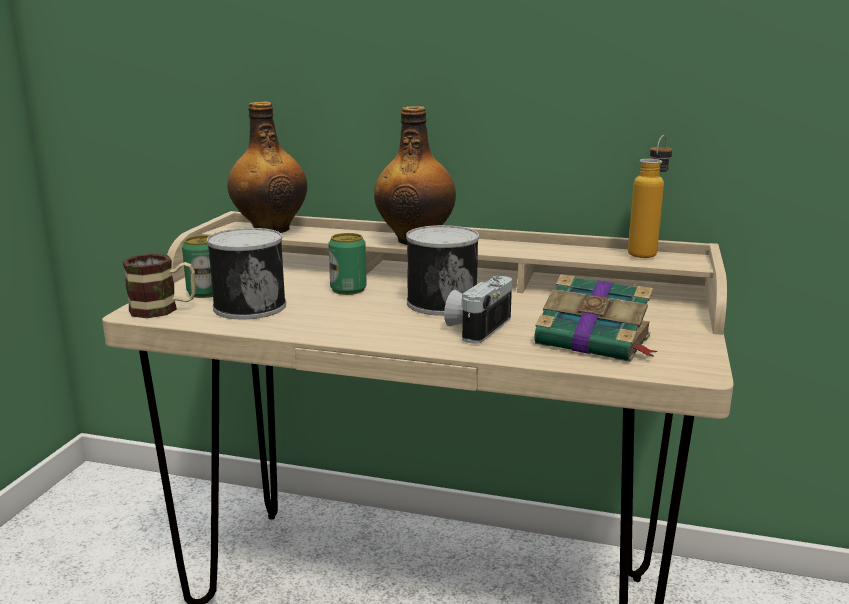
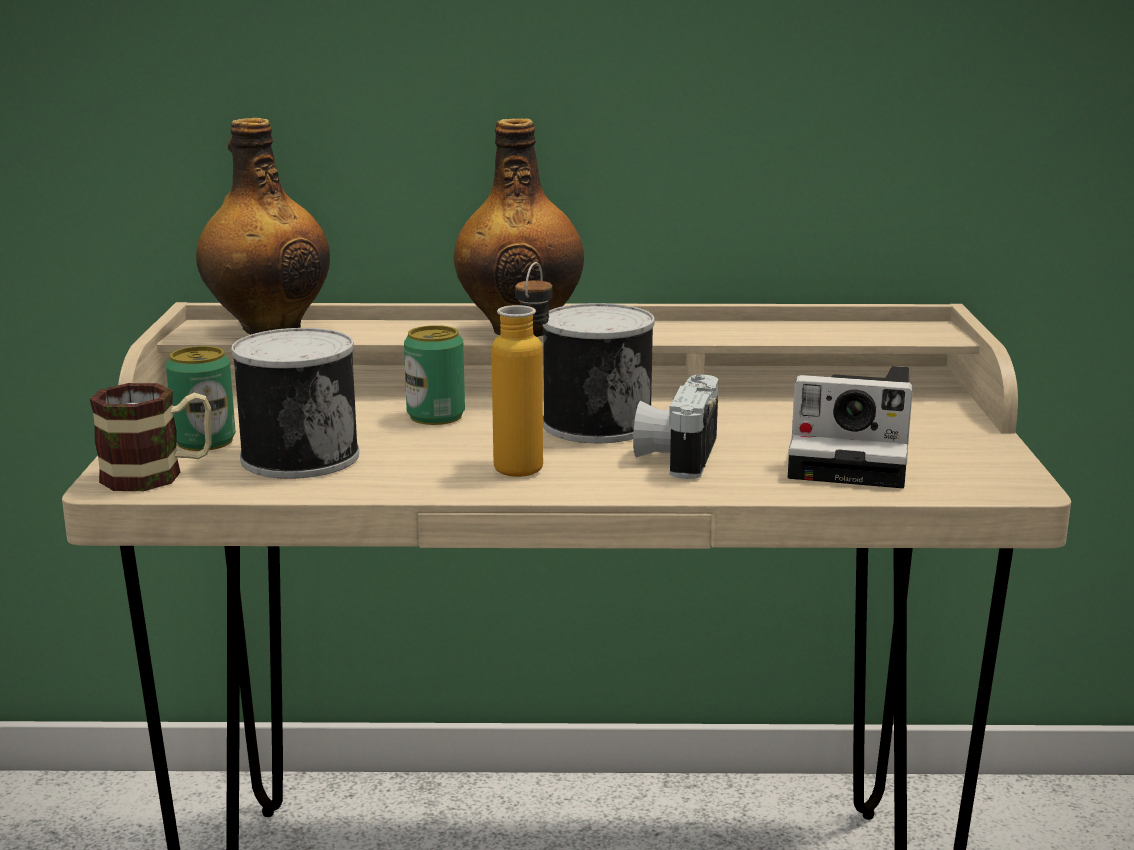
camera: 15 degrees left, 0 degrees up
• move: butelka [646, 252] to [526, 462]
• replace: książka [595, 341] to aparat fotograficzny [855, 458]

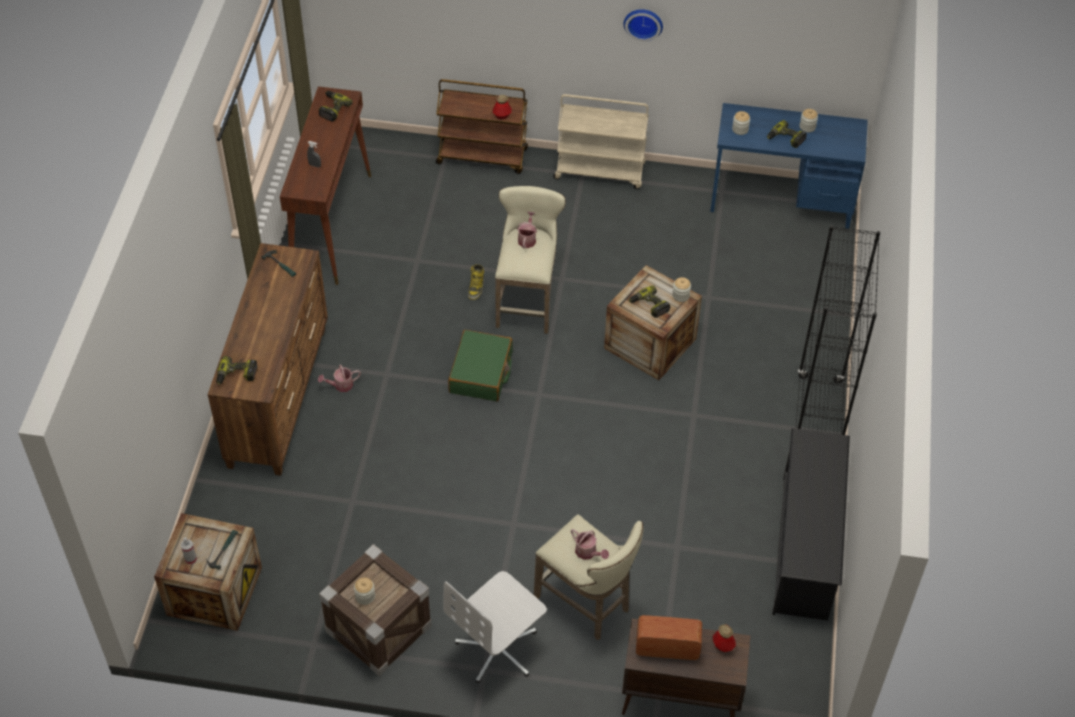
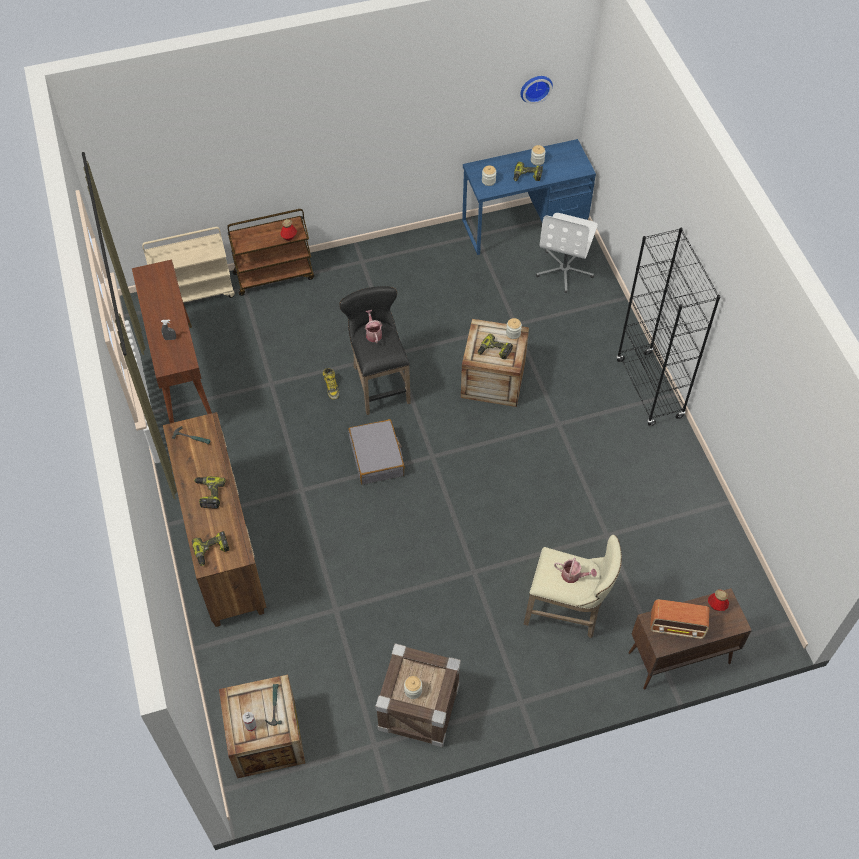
camera: 25 degrees left, 5 degrees up
• delete: konewka [340, 385]
• delete: regał na buty/czarny [805, 547]
• move: wiertarka [332, 109] to [209, 494]
• move: krzesło biurowe/biały [498, 649] to [565, 270]
• move: wózek/beżowy [600, 171] to [195, 293]
• move: zegar ścienny [643, 22] to [535, 87]
• recolor: walizka/zielony [481, 373] to walizka/szary [377, 457]
• recolor: stołek/beżowy [527, 300] to stołek/czarny [379, 382]
• rotate: radio [666, 648] = [677, 627] 150 degrees counterclockwise

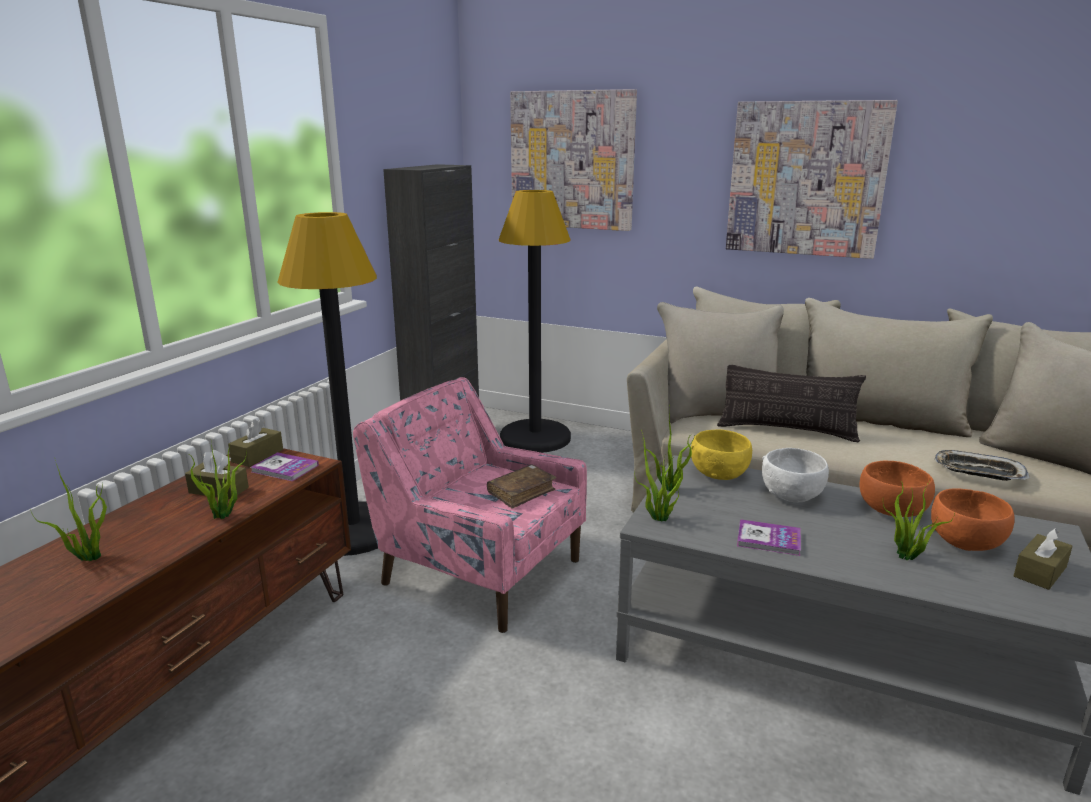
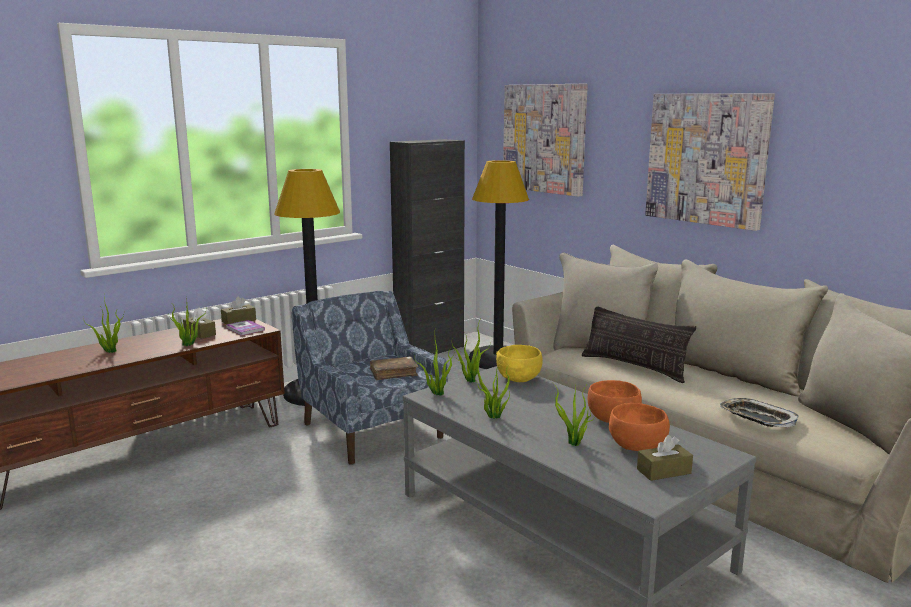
camera: 25 degrees right, 5 degrees down
• delete: miska/biały [791, 495]
• replace: książka [768, 539] to roślina doniczkowa [492, 417]
• recolor: fotel/różowy [479, 571] to fotel/niebieski [371, 430]

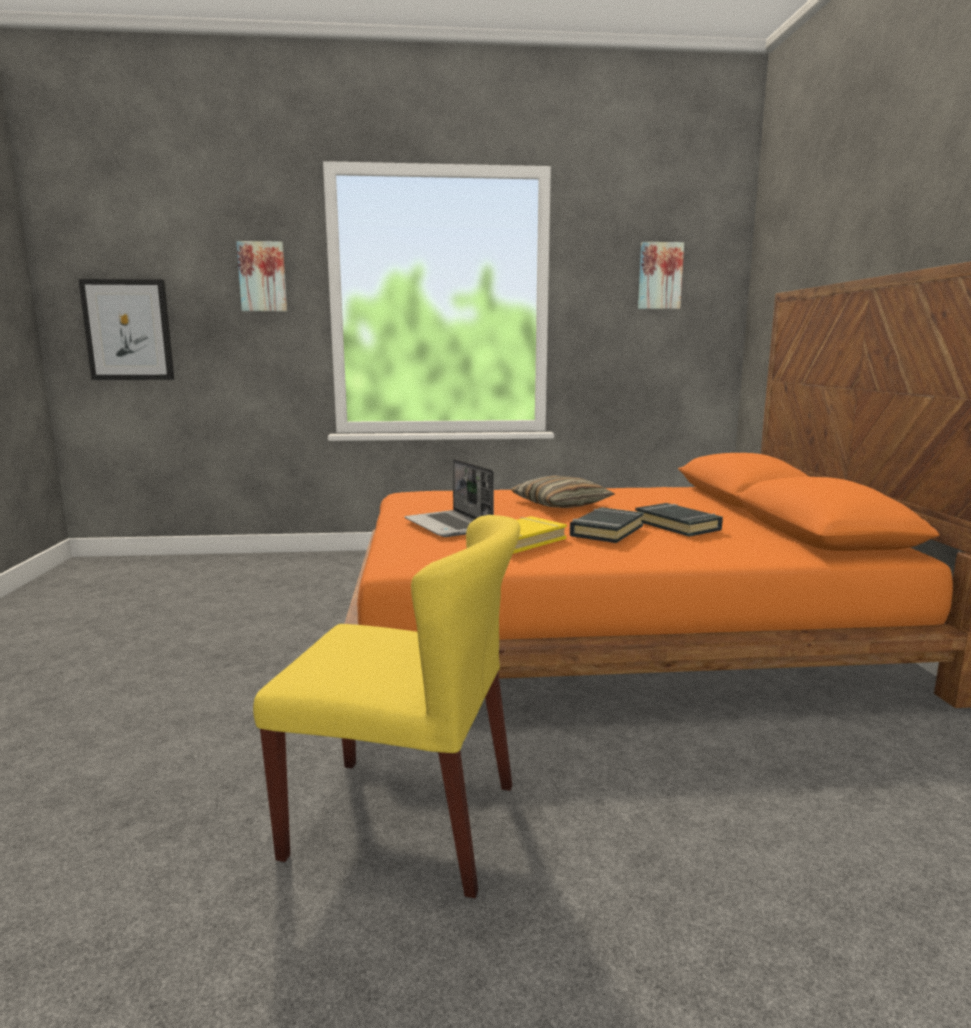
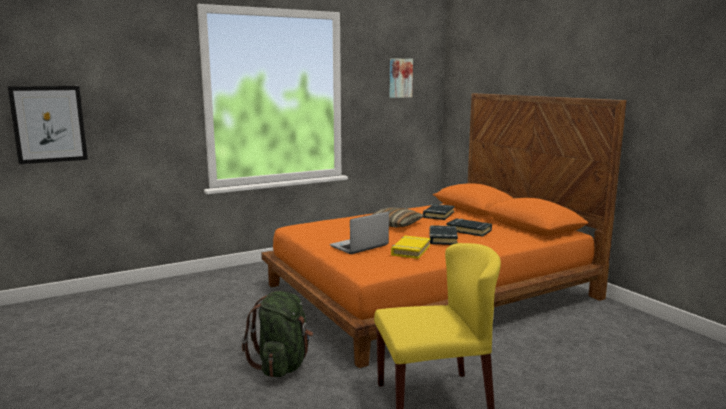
camera: 25 degrees left, 0 degrees up
• delete: obraz [263, 277]
• insert: plecak/zielony [282, 365]
• insert: książka/czarny [438, 215]
• rotate: laptop [449, 526] = [359, 246] 105 degrees clockwise

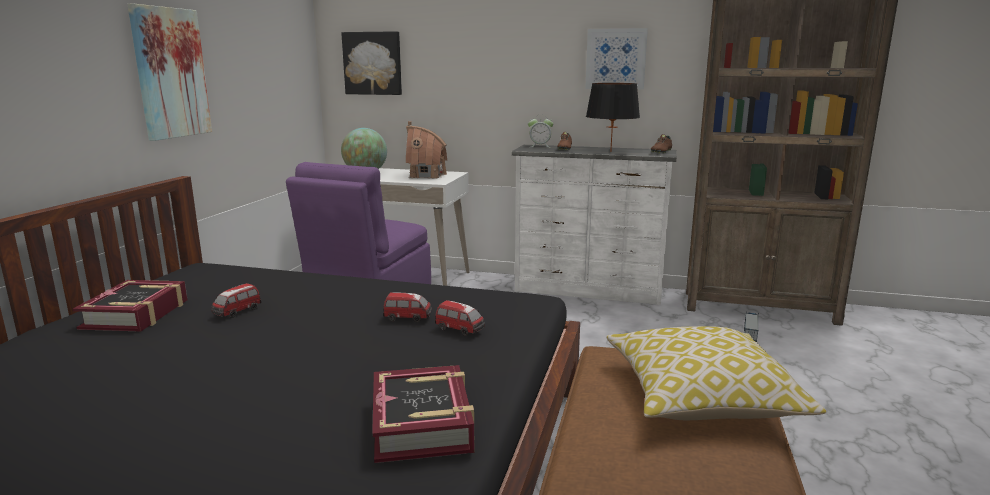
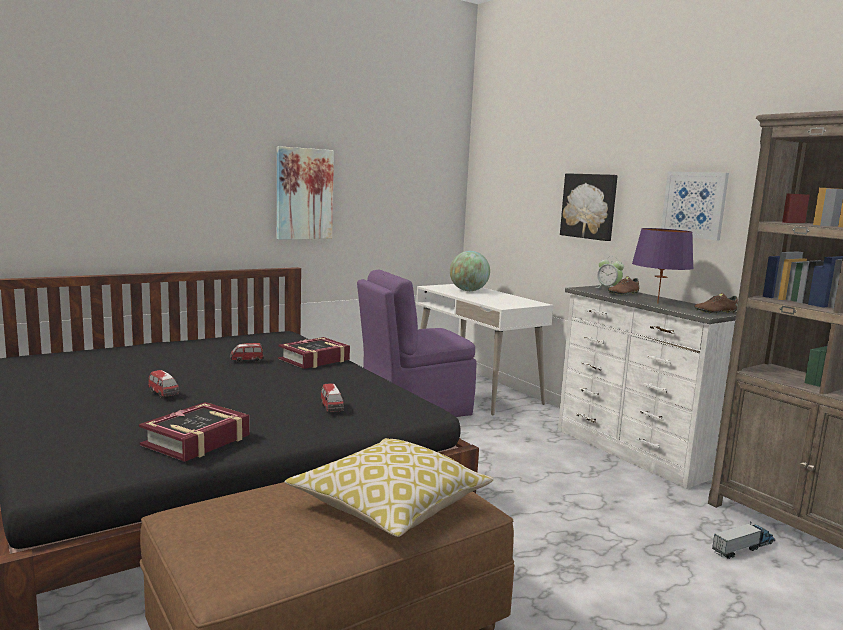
camera: 40 degrees right, 5 degrees down
• delete: domek [427, 176]
• move: książka [136, 314] to [314, 359]
• move: obraz [373, 63] to [589, 206]
• move: samochodzik [408, 318] to [164, 394]
• recolor: lampa stołowa/czarny [611, 152] to lampa stołowa/fioletowy [657, 303]

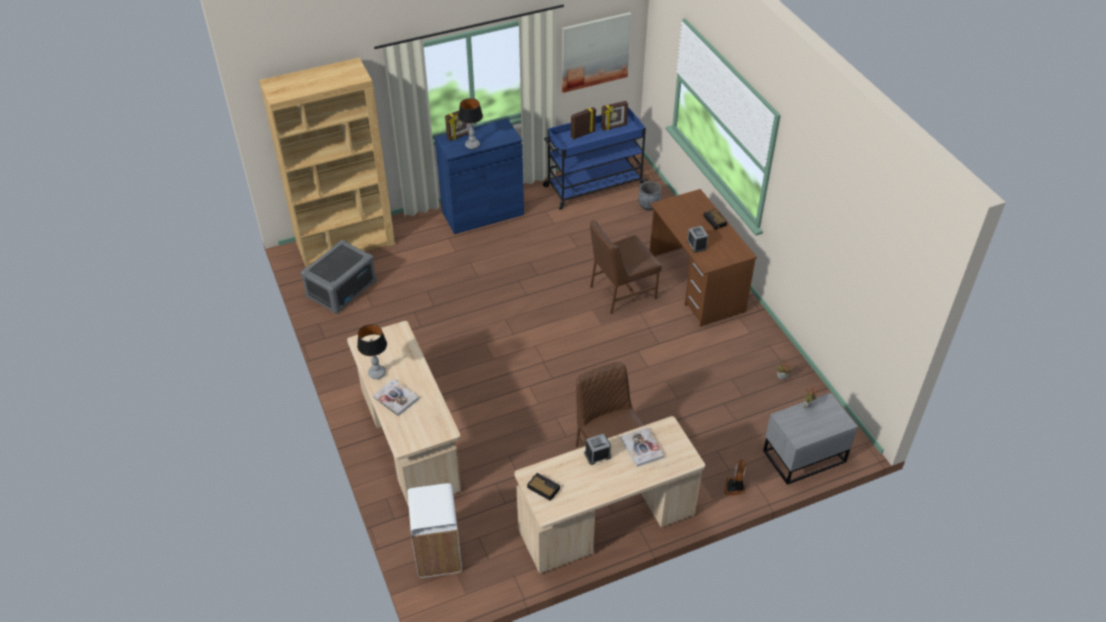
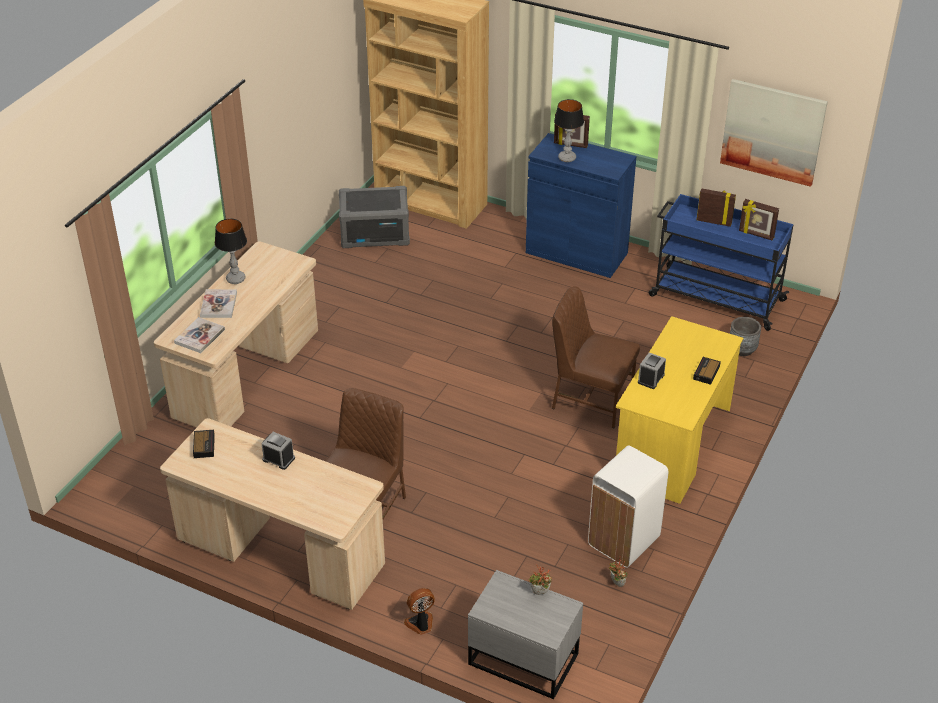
camera: 50 degrees right, 5 degrees down
• move: kosz na śmieci/biały [437, 555] to [623, 541]
• move: książka [642, 448] to [199, 336]
• recolor: biurko/brązowy [696, 284] to biurko/żółty [672, 445]

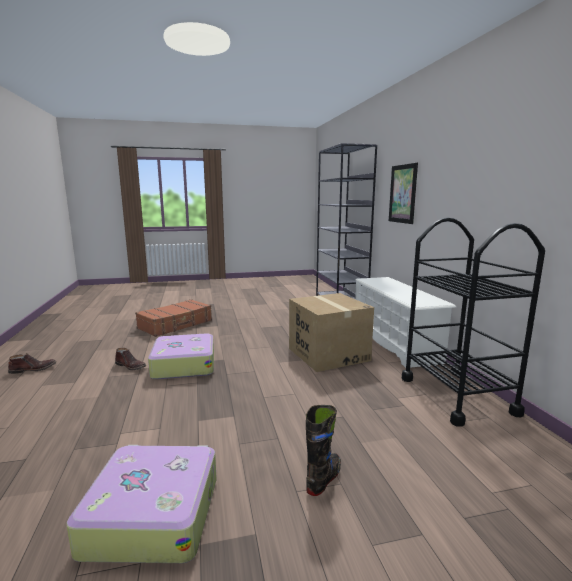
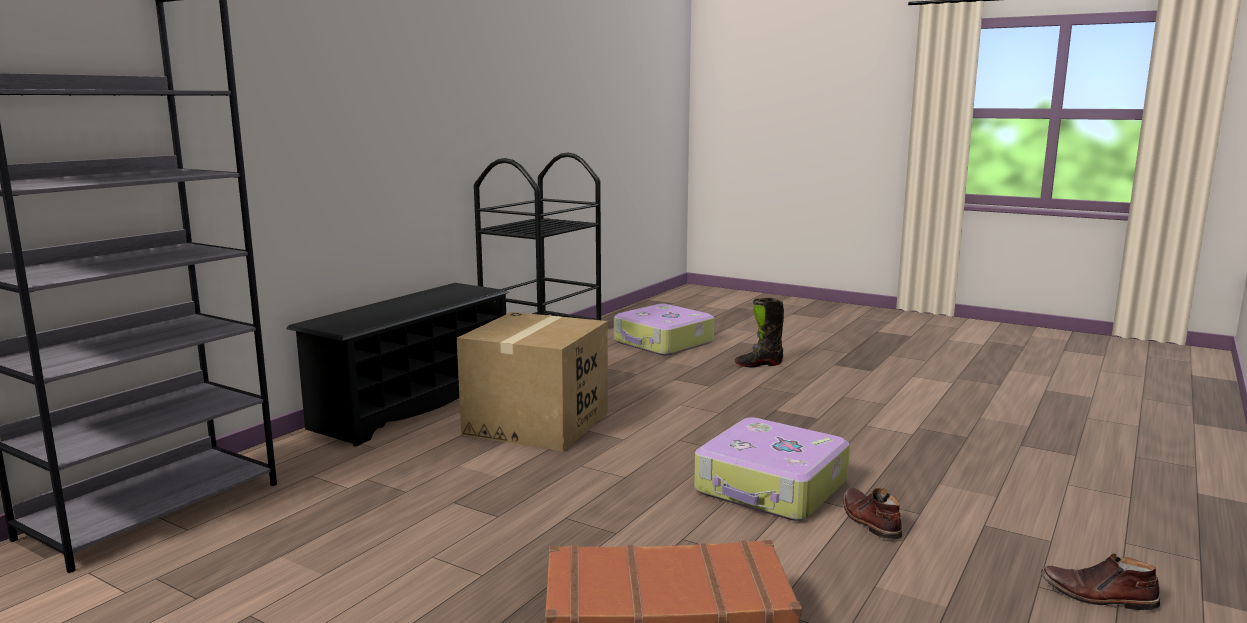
camera: 135 degrees left, 0 degrees up
• delete: obraz [403, 194]
• move: walizka [152, 513] to [663, 342]
• recolor: regał na buty/biały [394, 343] to regał na buty/czarny [413, 404]

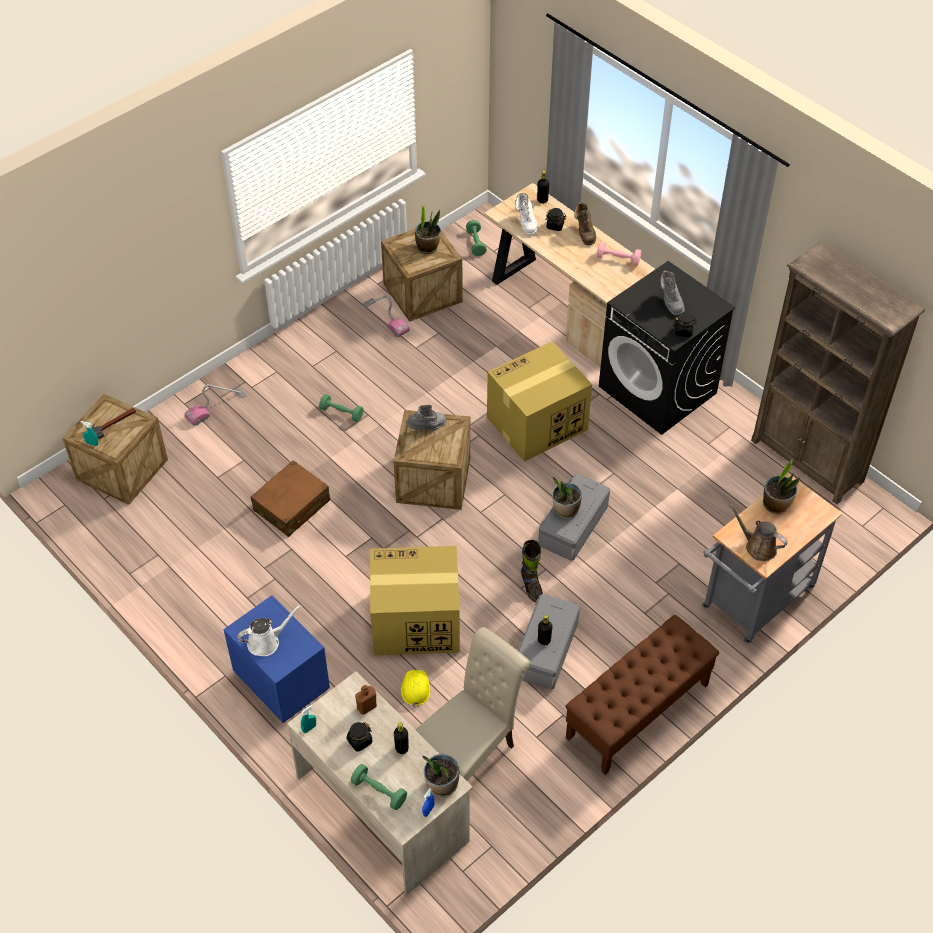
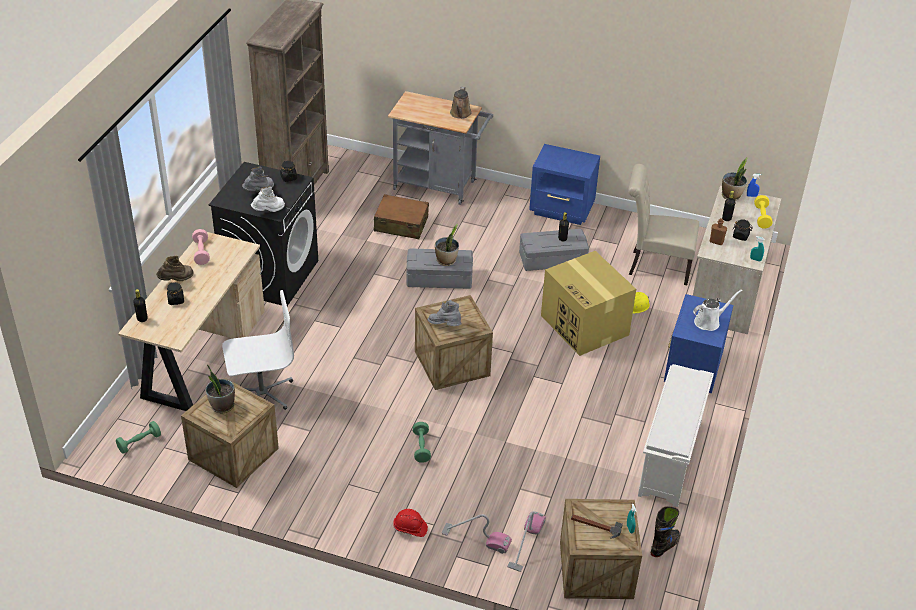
camera: 120 degrees left, 10 degrees down
• delete: karton [536, 424]
• delete: roślina doniczkowa [776, 504]
• insert: krzesło biurowe/biały [261, 393]
• insert: kask/czerwony [410, 528]
• insert: regał na buty/biały [670, 460]
• move: walizka/brązowy [292, 506] to [401, 224]
• move: odkurzacz [385, 318] to [526, 543]
• move: but z cholewką/biały [526, 223] to [269, 211]
• move: but z cholewką/czarny [531, 587] to [664, 546]
• replace: ławka/brązowy [637, 711] to szafka nocna/niebieski [562, 210]
• recolor: hantel/zielony [379, 791] to hantel/żółty [761, 217]
• rotate: konewka/biały [266, 642] = [709, 321] 120 degrees clockwise

